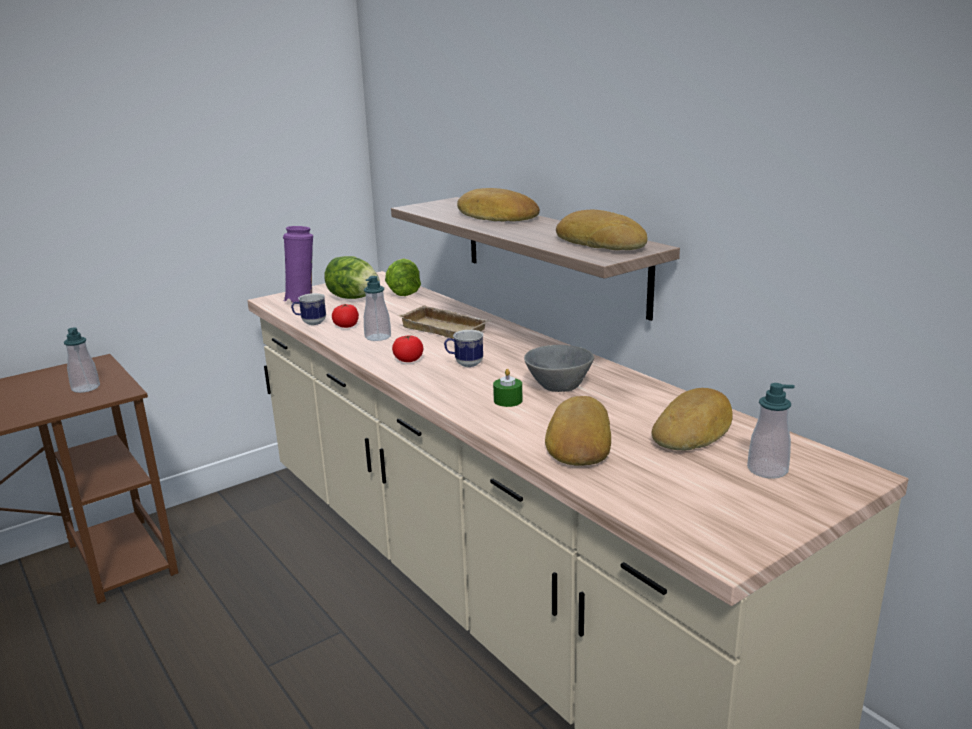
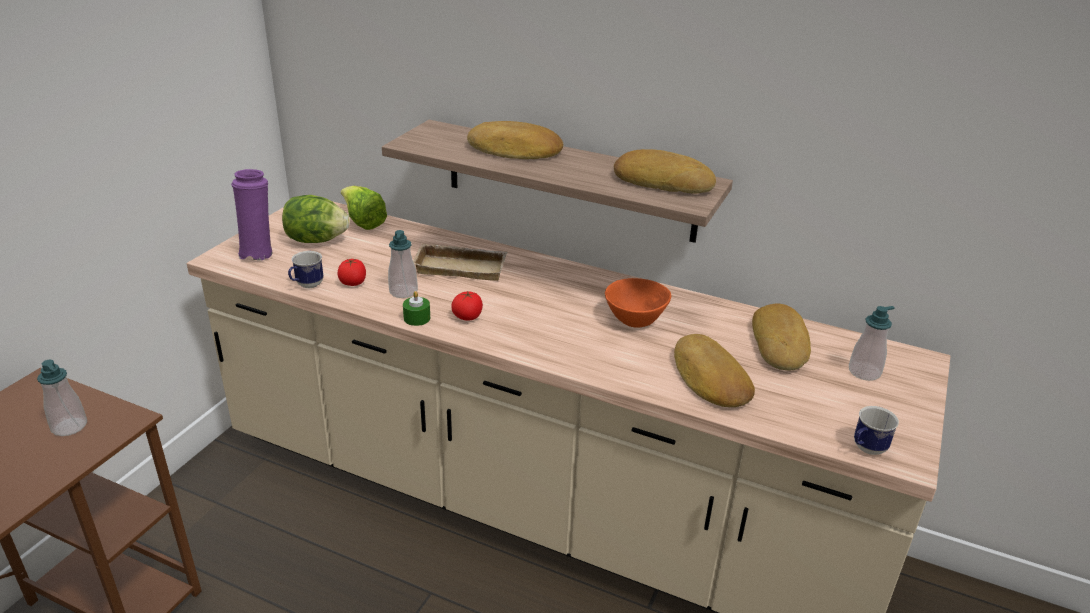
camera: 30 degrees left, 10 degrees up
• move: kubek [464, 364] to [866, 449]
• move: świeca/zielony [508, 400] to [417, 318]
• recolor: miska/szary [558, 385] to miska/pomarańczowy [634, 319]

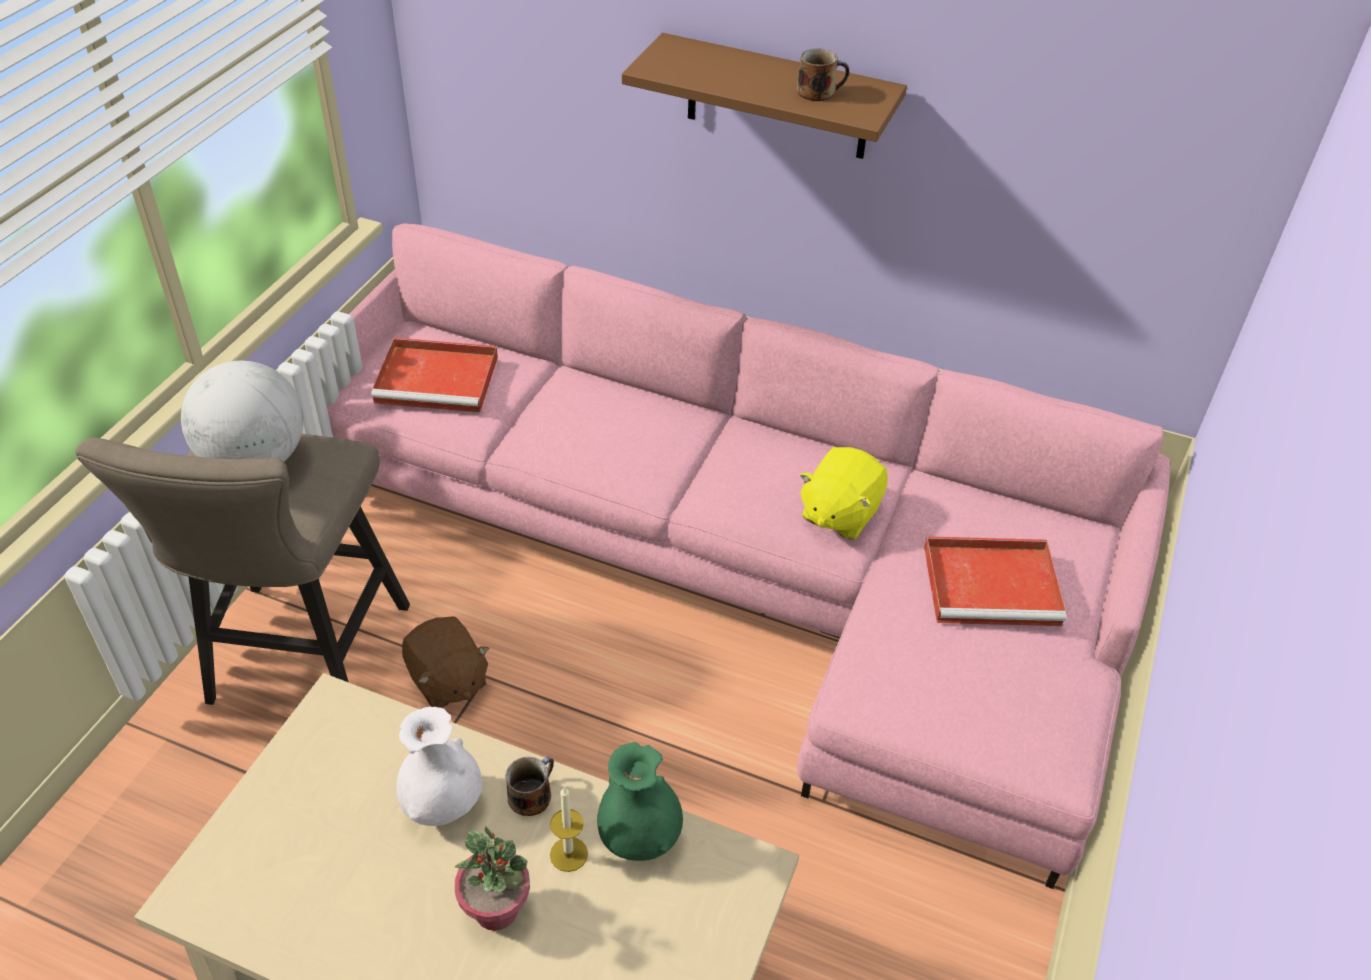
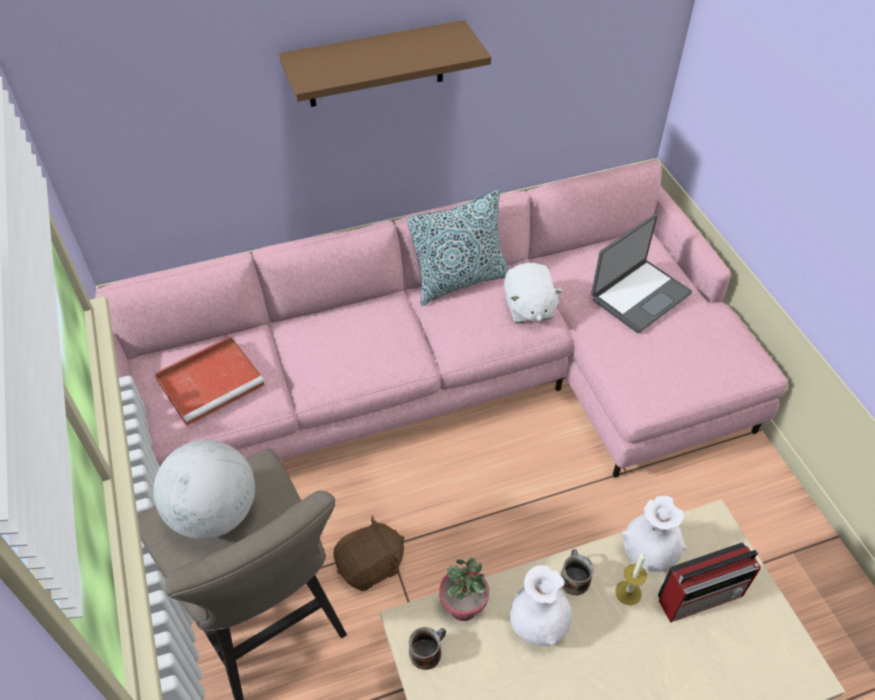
camera: 40 degrees left, 5 degrees up
• insert: poduszka [459, 281]
• insert: radio [701, 596]
• move: roślina doniczkowa [497, 910] to [463, 606]
• move: kubek [818, 91] to [426, 652]
• replace: taca/czerwony [994, 585] to laptop [639, 295]
• recolor: wazon/zielony [639, 837] to wazon/biały [648, 554]
• recolor: pluszak/żółty [839, 513] to pluszak/biały [528, 308]
• rotate: pluszak/brązowy [447, 681] = [371, 566] 45 degrees counterclockwise

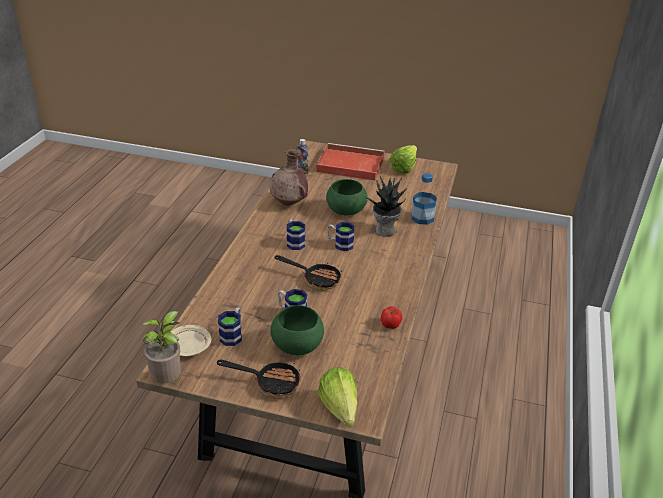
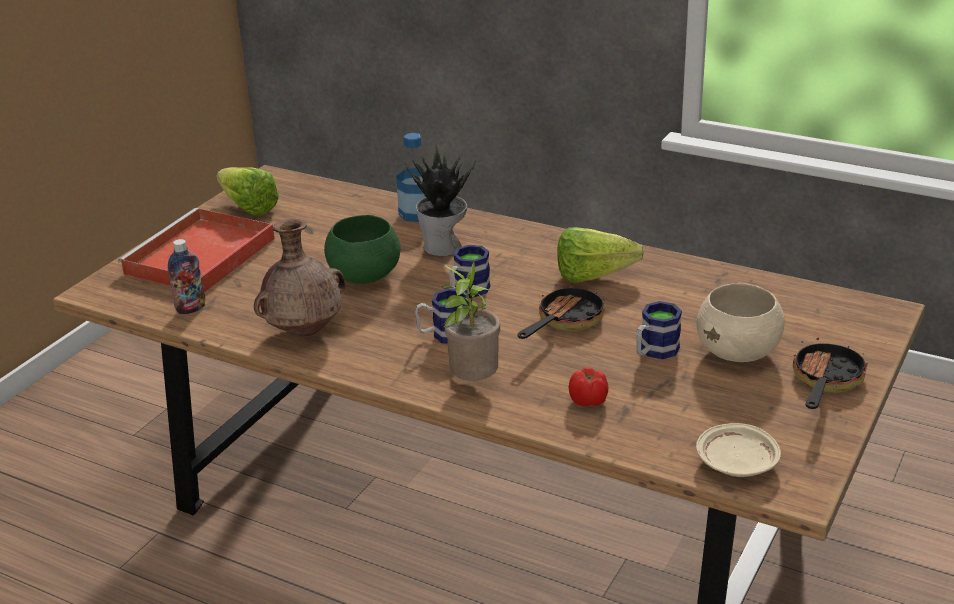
camera: 75 degrees left, 5 degrees down
• delete: kubek [233, 334]
• move: roślina doniczkowa [169, 380] to [472, 383]
• move: sałata [340, 413] to [600, 277]
• move: pomidor [390, 324] to [589, 401]
• recolor: miska/zielony [297, 346] to miska/beżowy [739, 352]

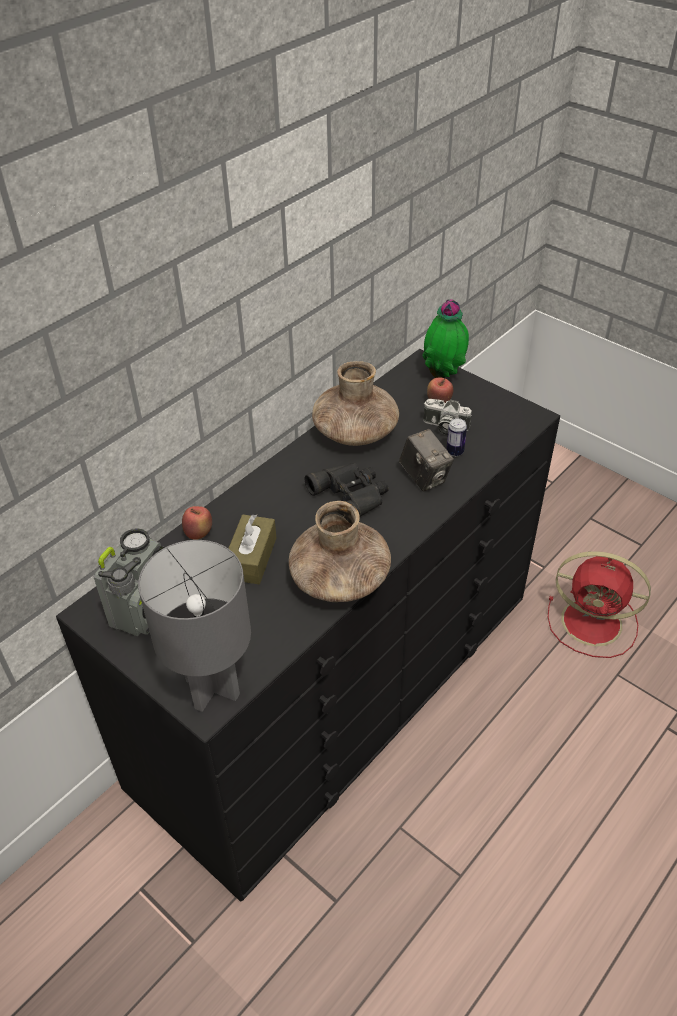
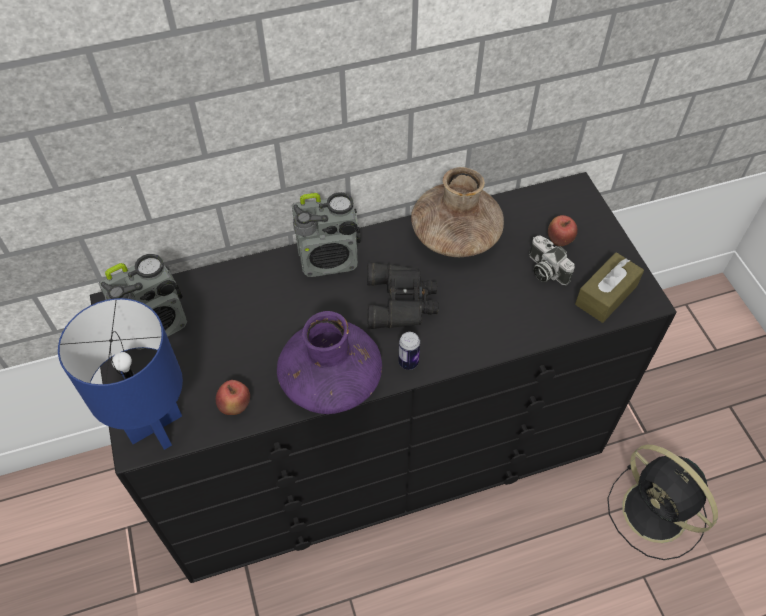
camera: 30 degrees right, 10 degrees up
• delete: aparat fotograficzny [424, 477]
• delete: roślina doniczkowa [443, 375]
• insert: radio [329, 260]
• move: jabłko [199, 534] to [235, 406]
• move: pudełko chusteczek/brązowy [251, 558] to [606, 295]
• move: puszka [455, 452] to [408, 362]
• recolor: lampa stołowa/szary [214, 687] to lampa stołowa/niebieski [157, 427]
• recolor: wazon/brązowy [339, 579] to wazon/fioletowy [331, 380]
• recolor: wentylator/czerwony [594, 623] to wentylator/czarny [657, 514]

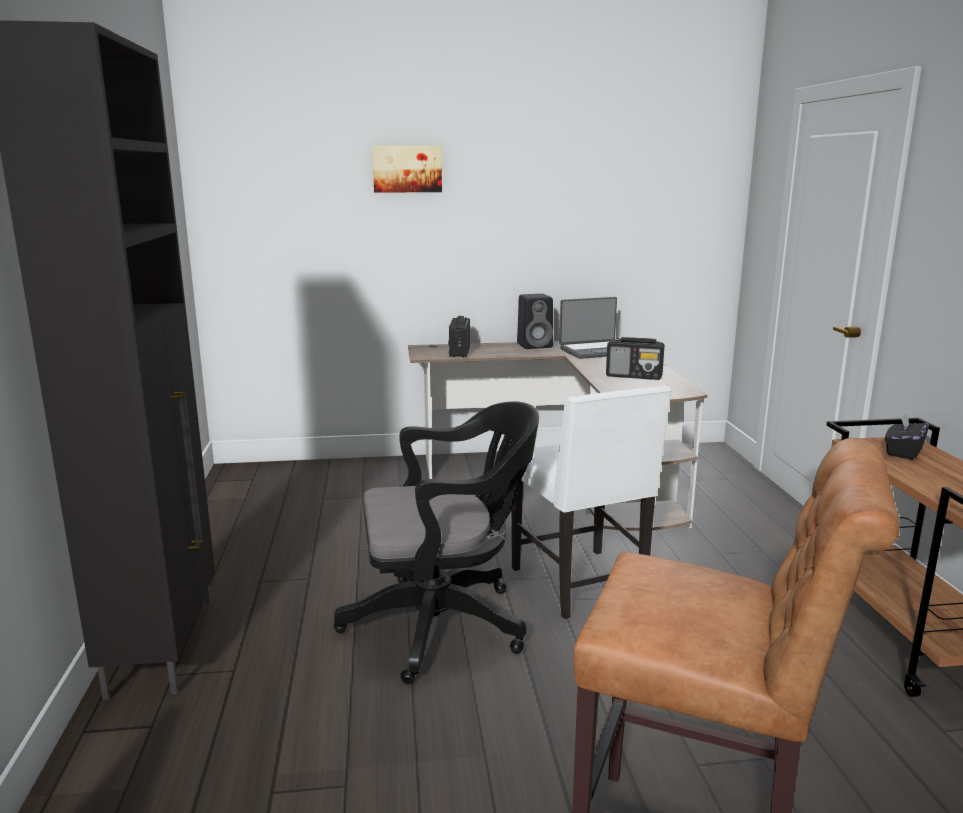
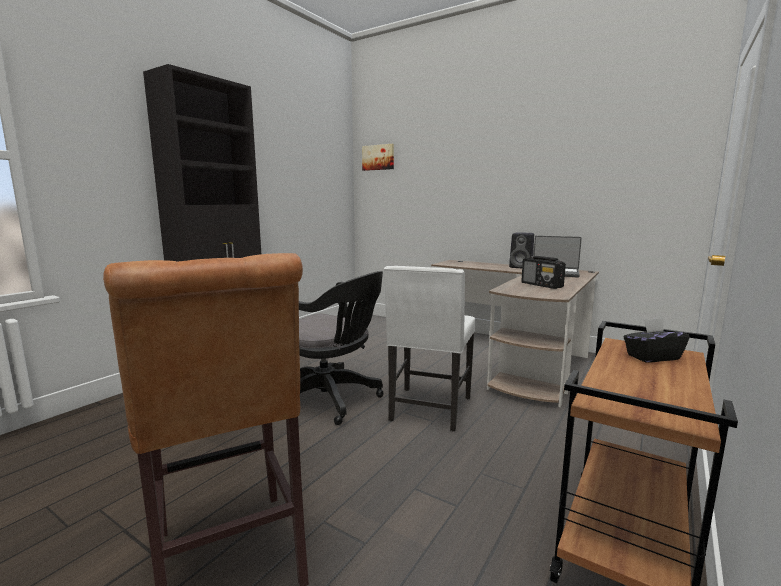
camera: 40 degrees right, 5 degrees down
• delete: radio [459, 352]
• move: obraz [407, 169] to [378, 157]

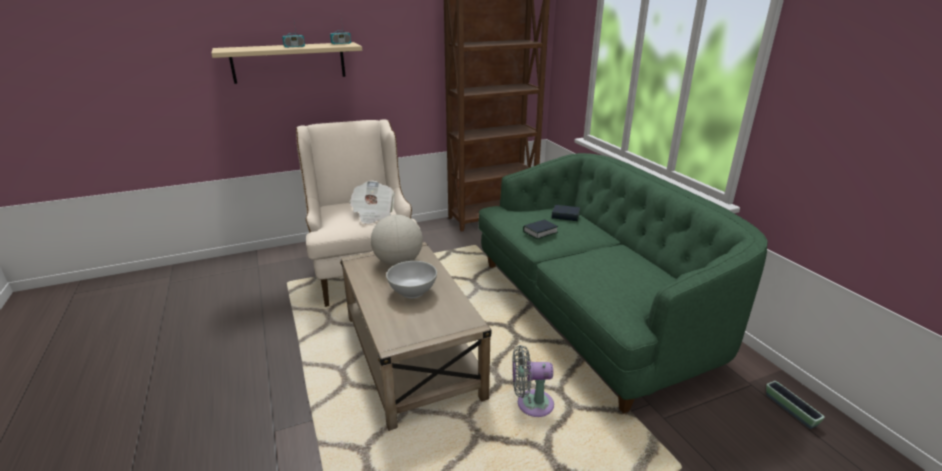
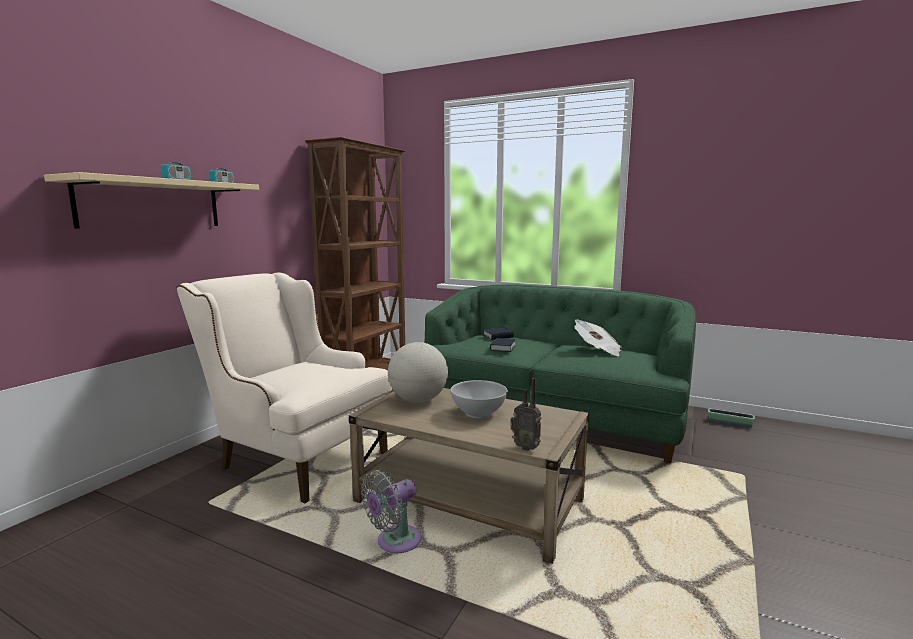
camera: 40 degrees left, 15 degrees down
• insert: radio [526, 447]
• move: gazeta [373, 214] to [597, 350]
• move: wentylator/szary [531, 404] to [395, 542]

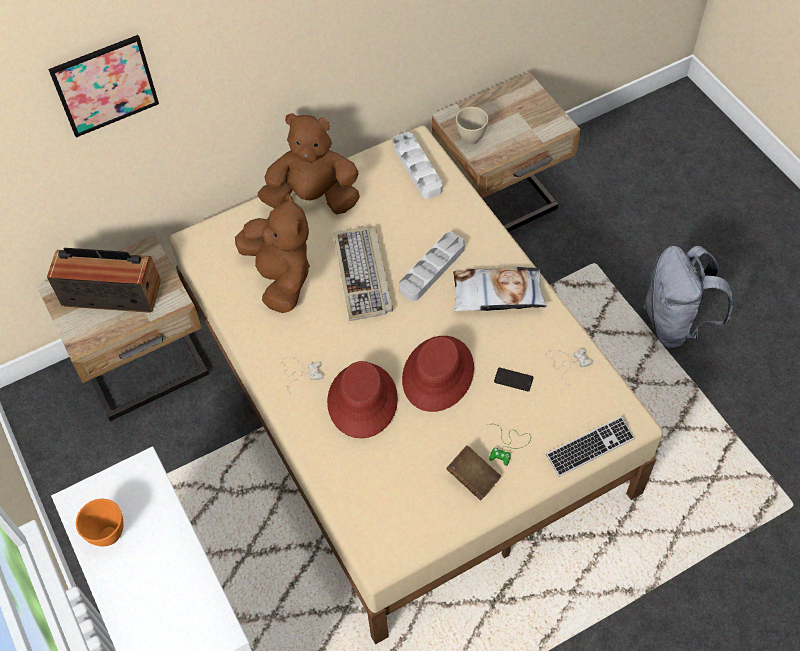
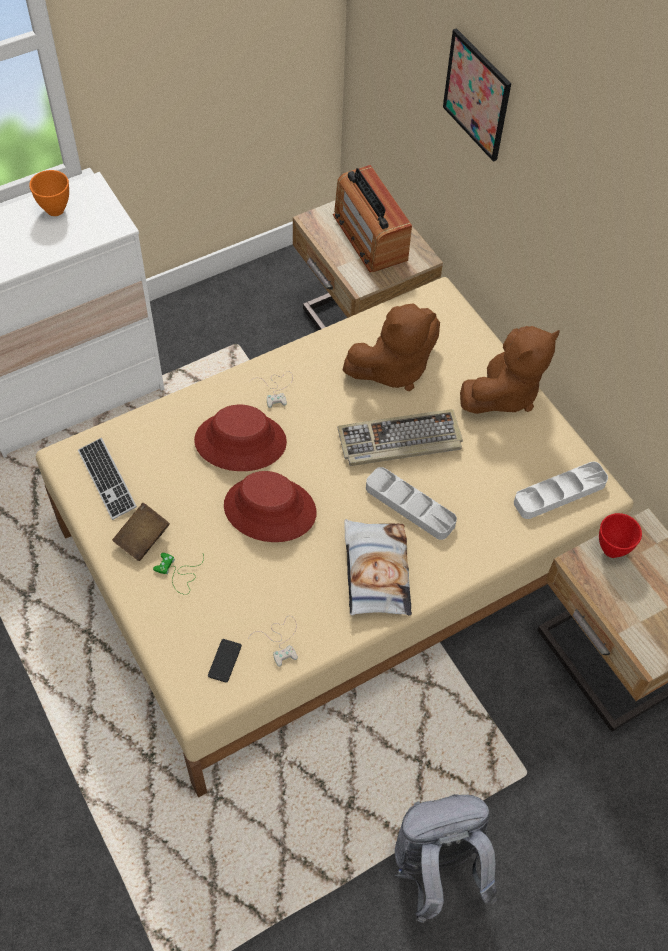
camera: 85 degrees right, 0 degrees up
• move: telefon [513, 379] to [224, 660]
• move: klawiatura [590, 447] to [107, 479]
• recolor: miska/beżowy [470, 138] to miska/czerwony [612, 549]
• rotate: radio [112, 292] = [370, 236] 150 degrees clockwise
• rotate: pluszak/brązowy [313, 198] = [503, 393] 45 degrees clockwise

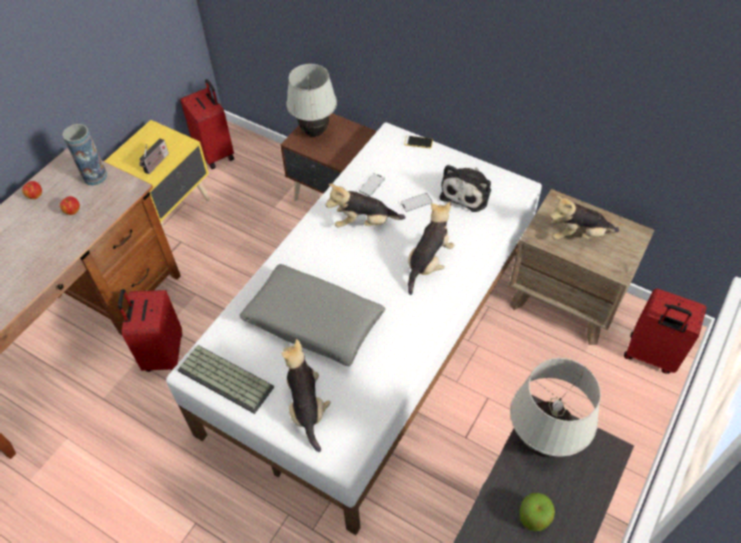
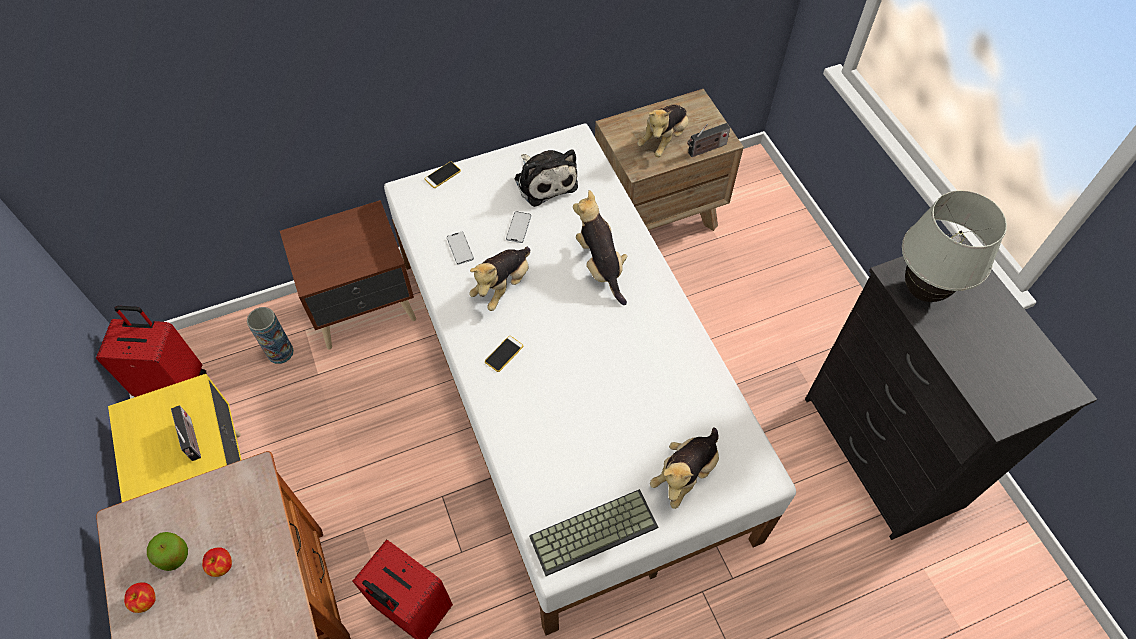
camera: 55 degrees left, 5 degrees up
• delete: poduszka/szary [313, 321]
• delete: lampa stołowa/biały [314, 132]
• delete: walizka/czerwony [650, 355]
• insert: telefon [504, 354]
• insert: radio [705, 149]
• move: wazon [95, 176] to [280, 352]
• move: jabłko [534, 517] to [174, 556]
• rotate: pluszak [307, 407] = [685, 474] 75 degrees counterclockwise

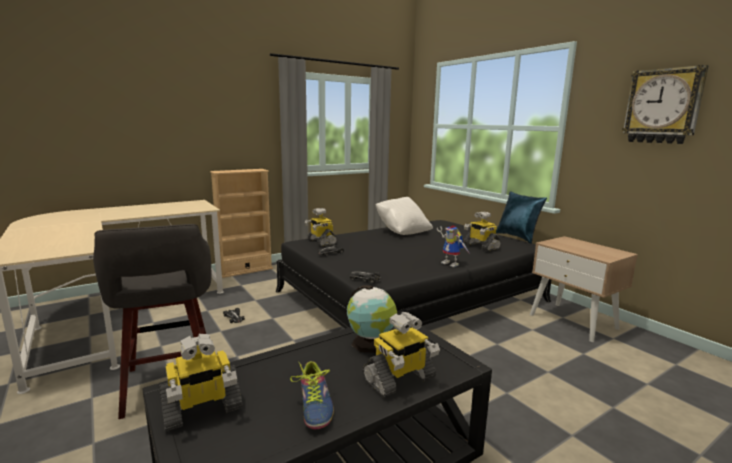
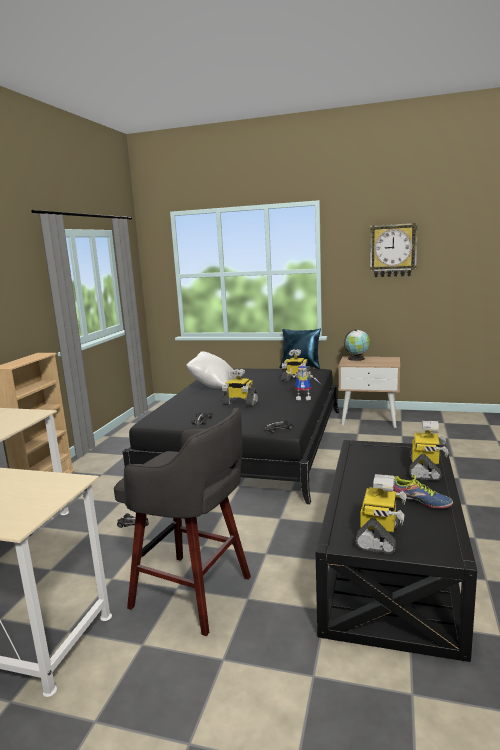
camera: 40 degrees left, 0 degrees up
• move: robot zabawkowy [321, 241] to [240, 403]
• move: globus [370, 344] to [357, 358]

